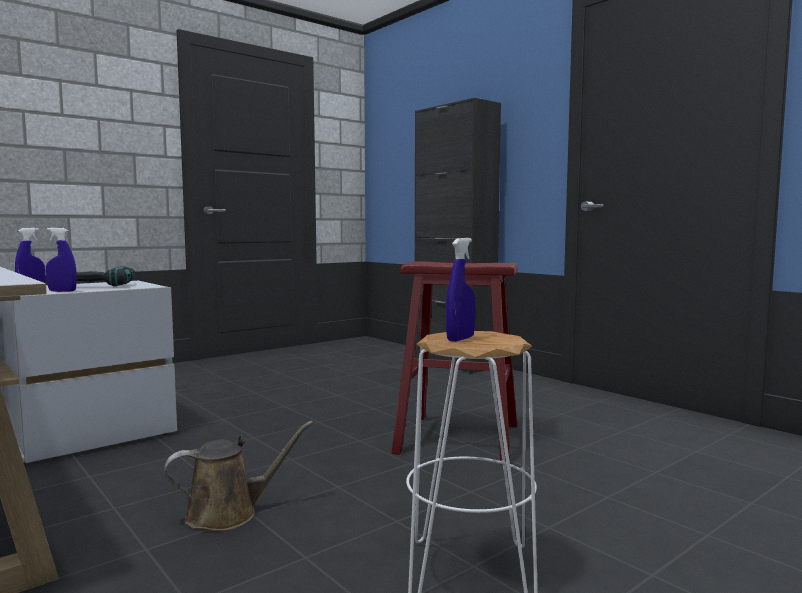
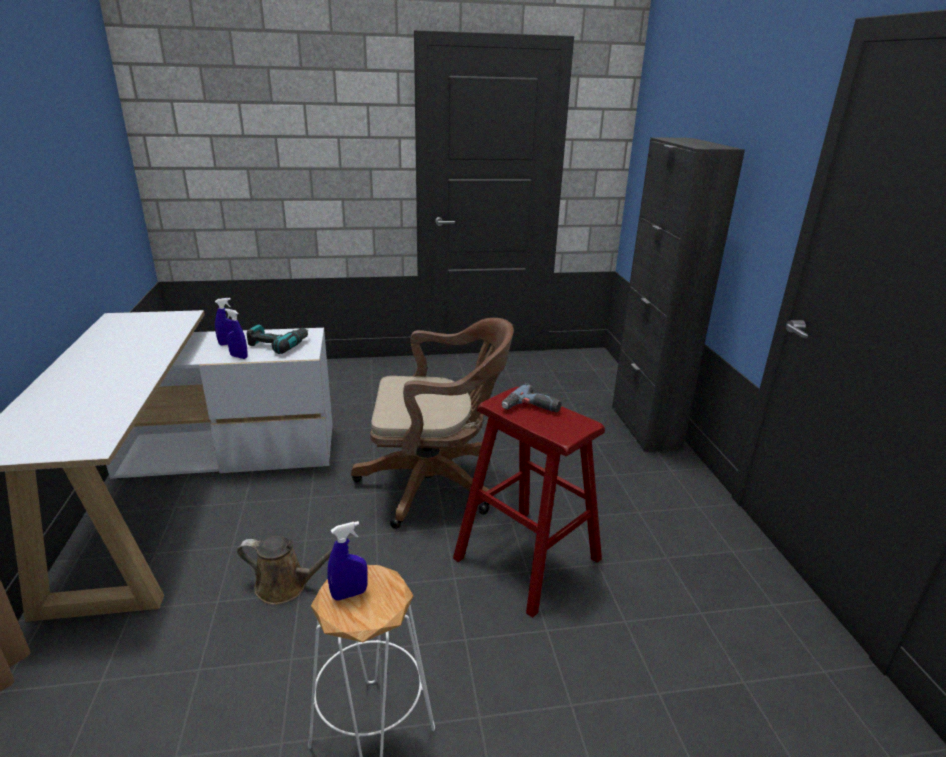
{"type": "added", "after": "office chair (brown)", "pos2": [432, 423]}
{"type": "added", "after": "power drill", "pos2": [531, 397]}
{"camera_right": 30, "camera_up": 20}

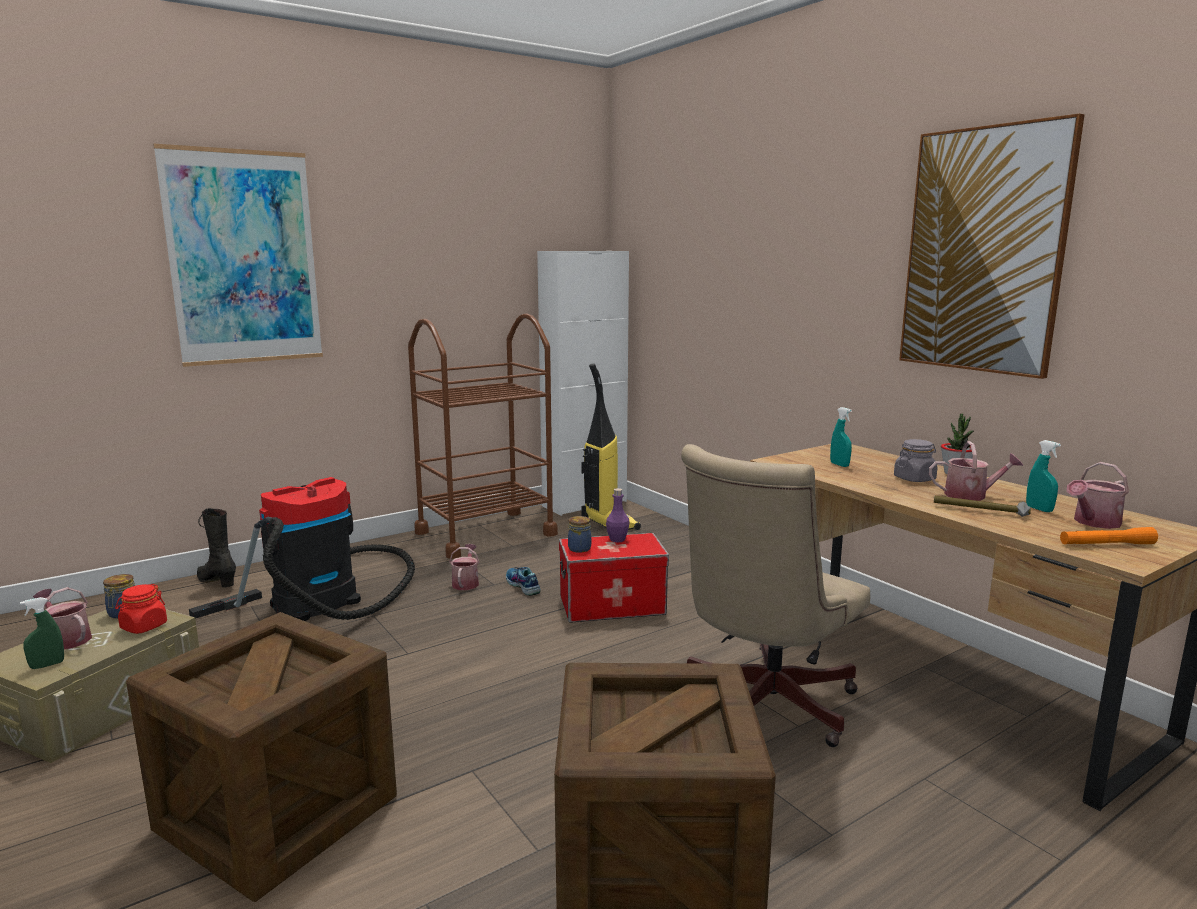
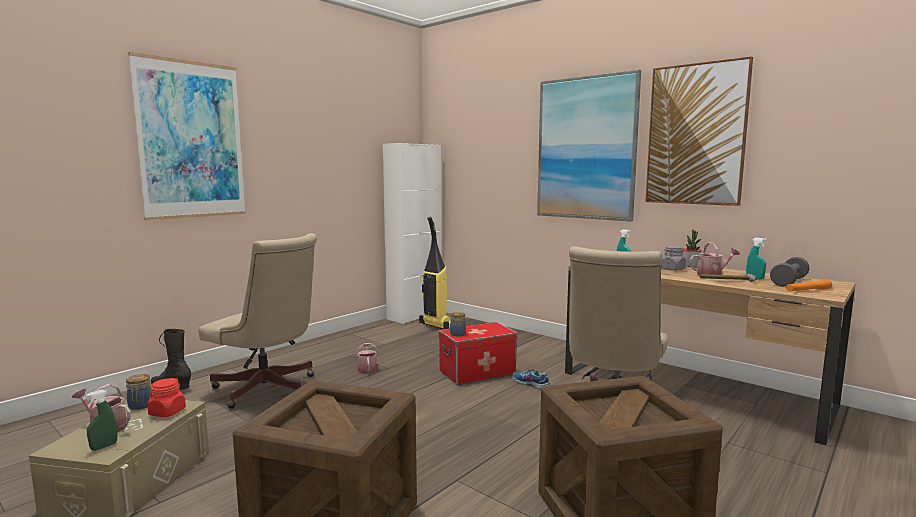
{"type": "replaced", "before": "vacuum cleaner", "after": "office chair (beige)", "pos1": [302, 549], "pos2": [257, 321]}
{"type": "removed", "before": "cart (brown)", "pos1": [483, 436]}
{"type": "moved", "before": "shoe", "pos1": [523, 581], "pos2": [531, 379]}
{"type": "removed", "before": "bottle (purple)", "pos1": [618, 515]}
{"type": "replaced", "before": "watering can", "after": "dumbbell (grey)", "pos1": [1098, 495], "pos2": [790, 272]}
{"type": "added", "after": "picture", "pos2": [589, 145]}
{"camera_right": -15, "camera_up": -5}

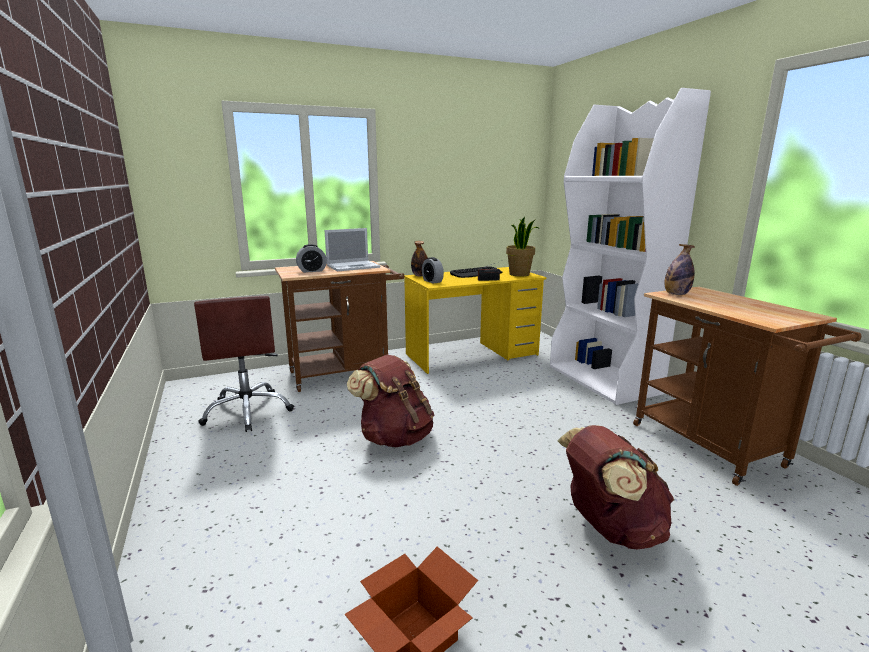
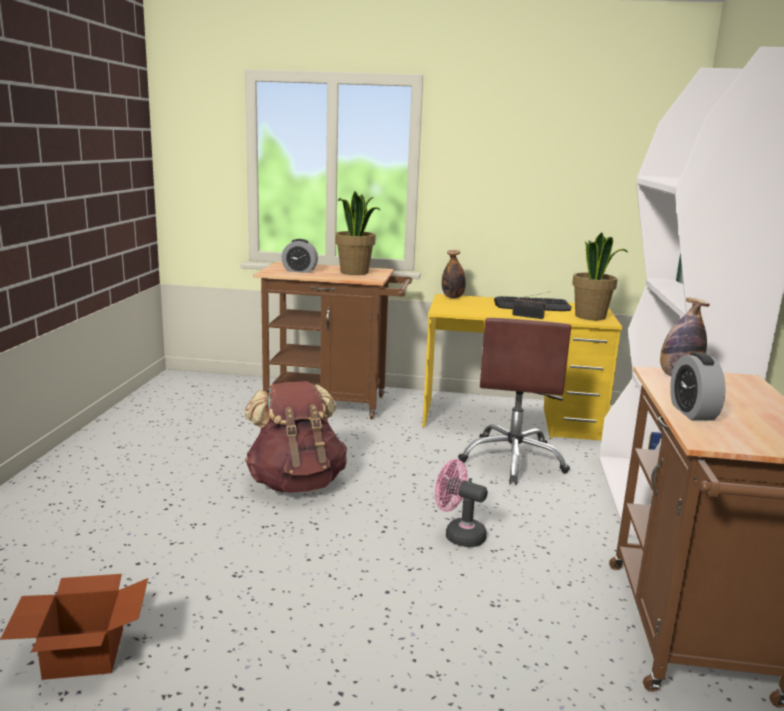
{"type": "moved", "before": "office chair (brown)", "pos1": [244, 364], "pos2": [514, 401]}
{"type": "replaced", "before": "laptop", "after": "potted plant", "pos1": [352, 249], "pos2": [358, 233]}
{"type": "moved", "before": "alarm clock", "pos1": [433, 270], "pos2": [698, 386]}
{"type": "removed", "before": "backpack (brown)", "pos1": [616, 487]}
{"type": "added", "after": "fan (pink)", "pos2": [461, 503]}
{"camera_right": 30, "camera_up": 0}

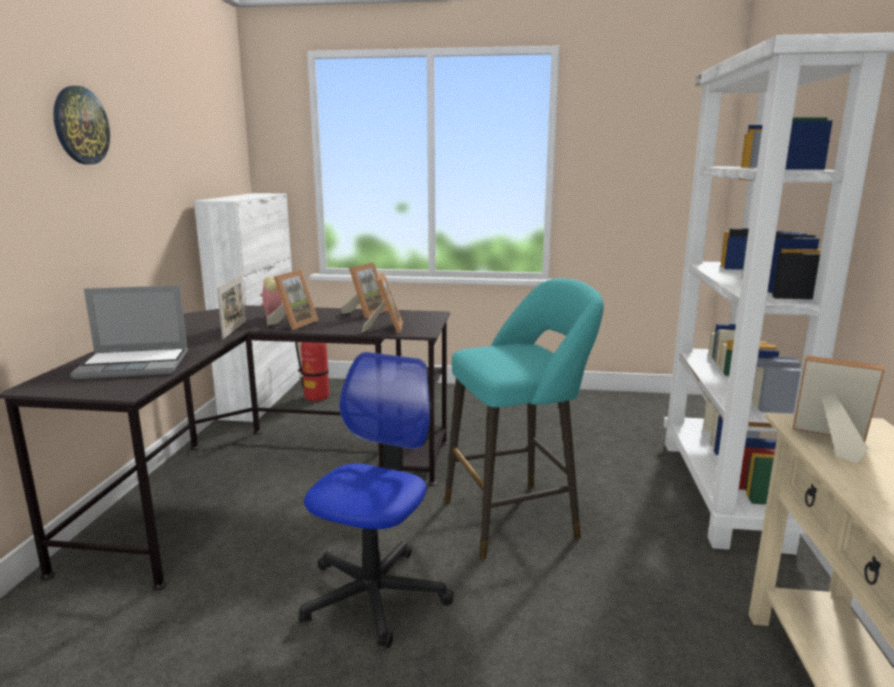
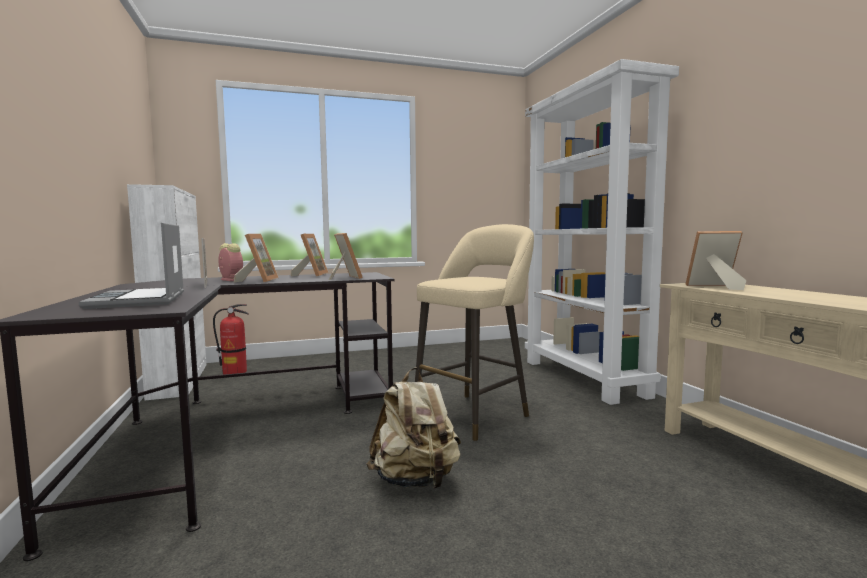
{"type": "removed", "before": "wall clock", "pos1": [81, 125]}
{"type": "turned", "before": "laptop", "pos1": [129, 332], "pos2": [131, 266], "turn": 105}
{"type": "replaced", "before": "office chair", "after": "backpack (beige)", "pos1": [376, 500], "pos2": [414, 428]}
{"type": "recoloured", "before": "stool (turquoise)", "after": "stool (beige)", "pos1": [524, 418], "pos2": [474, 332]}
{"camera_right": -25, "camera_up": -10}

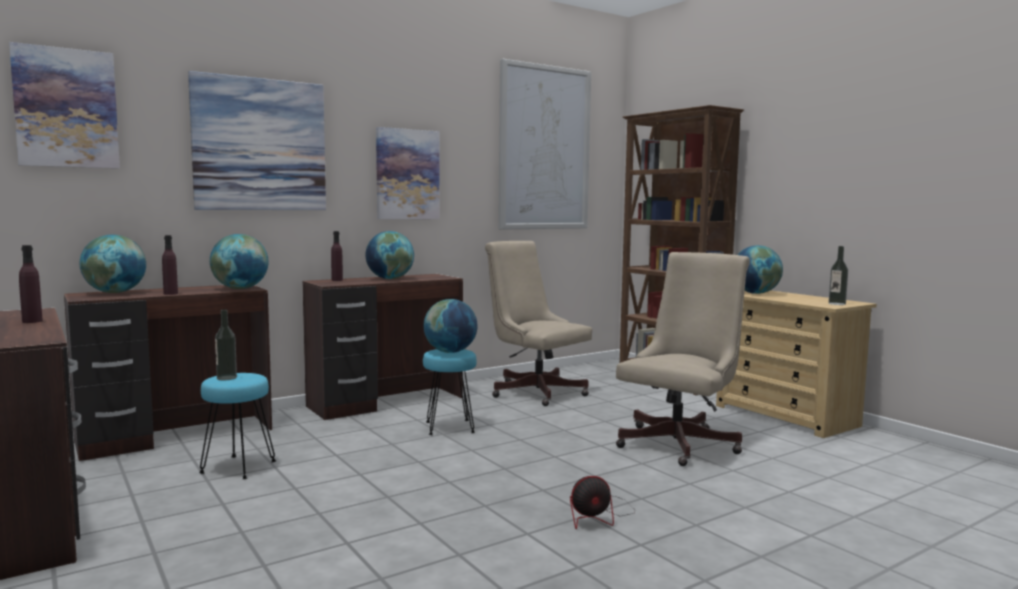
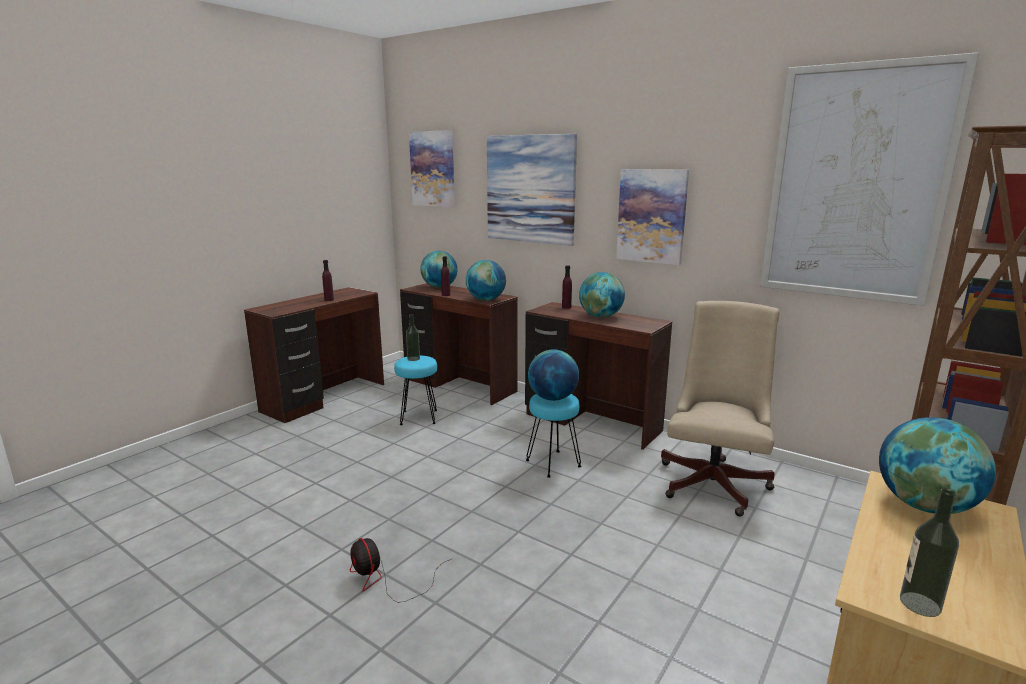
{"type": "removed", "before": "office chair (beige)", "pos1": [683, 359]}
{"camera_right": 70, "camera_up": 10}

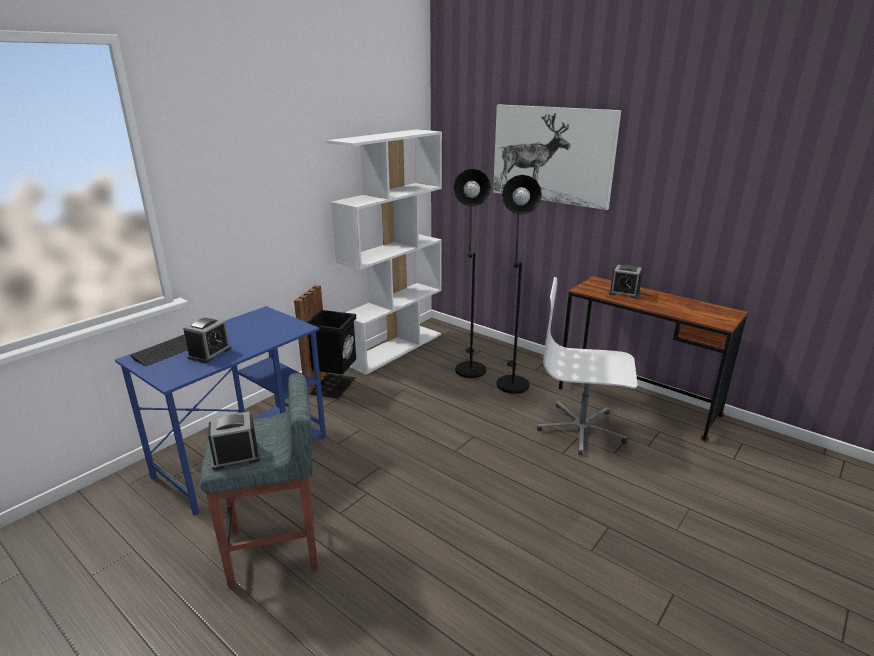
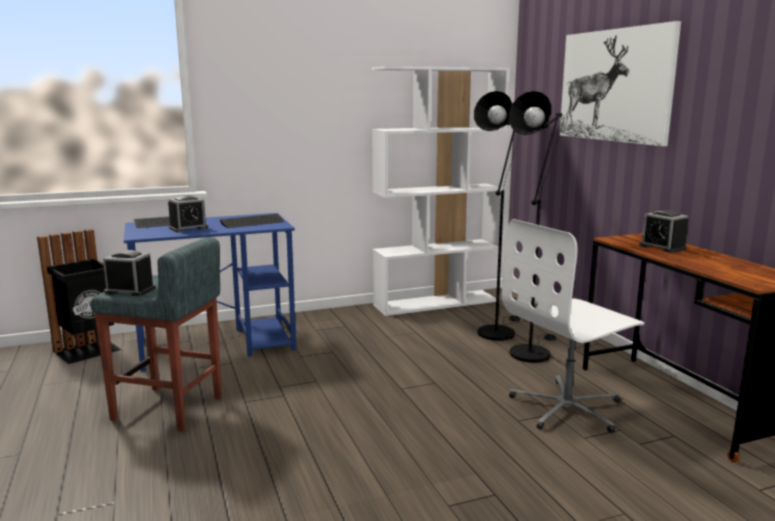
{"type": "moved", "before": "trash can (black)", "pos1": [325, 342], "pos2": [79, 296]}
{"type": "turned", "before": "office chair (white)", "pos1": [587, 366], "pos2": [573, 326], "turn": -75}
{"type": "added", "after": "keyboard", "pos2": [252, 221]}
{"camera_right": 30, "camera_up": -10}

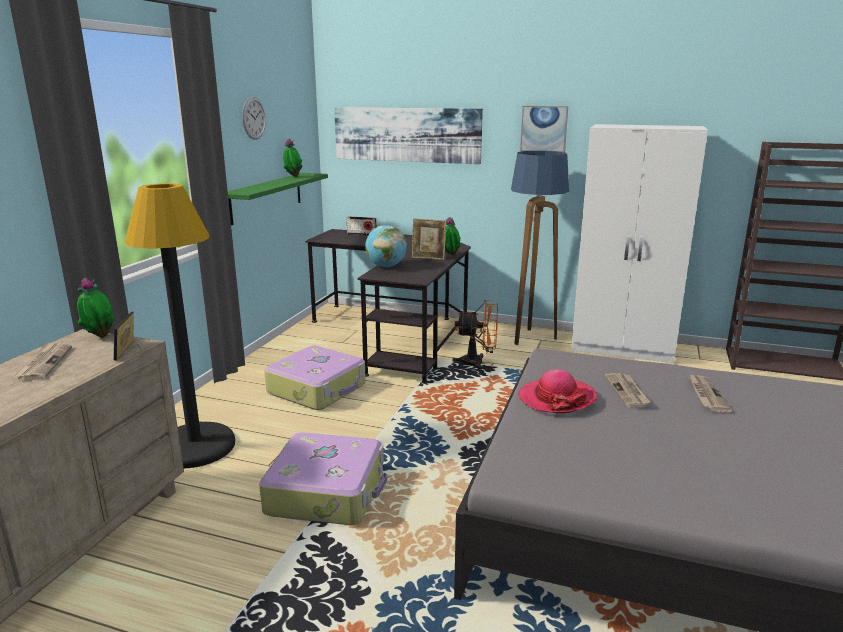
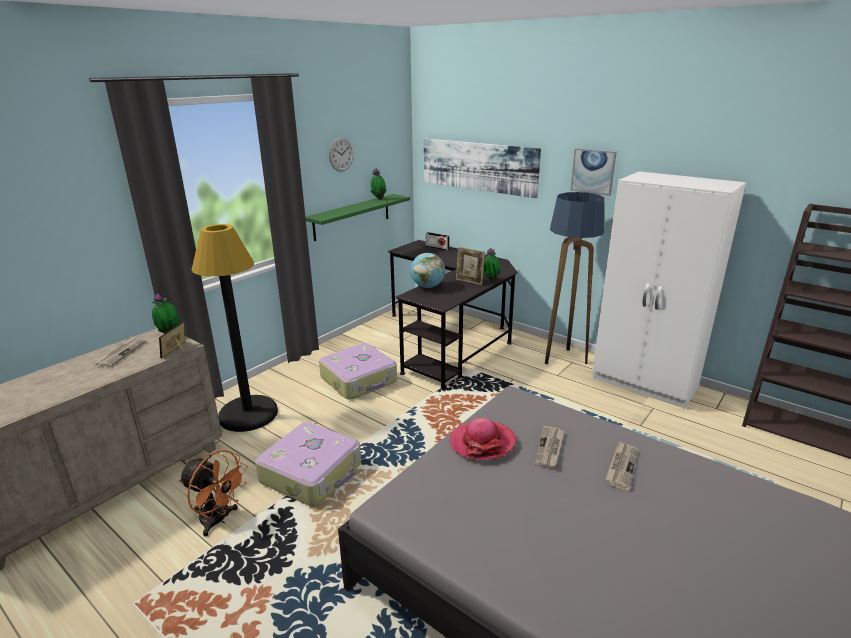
{"type": "moved", "before": "fan (orange)", "pos1": [475, 335], "pos2": [213, 493]}
{"camera_right": 20, "camera_up": 5}

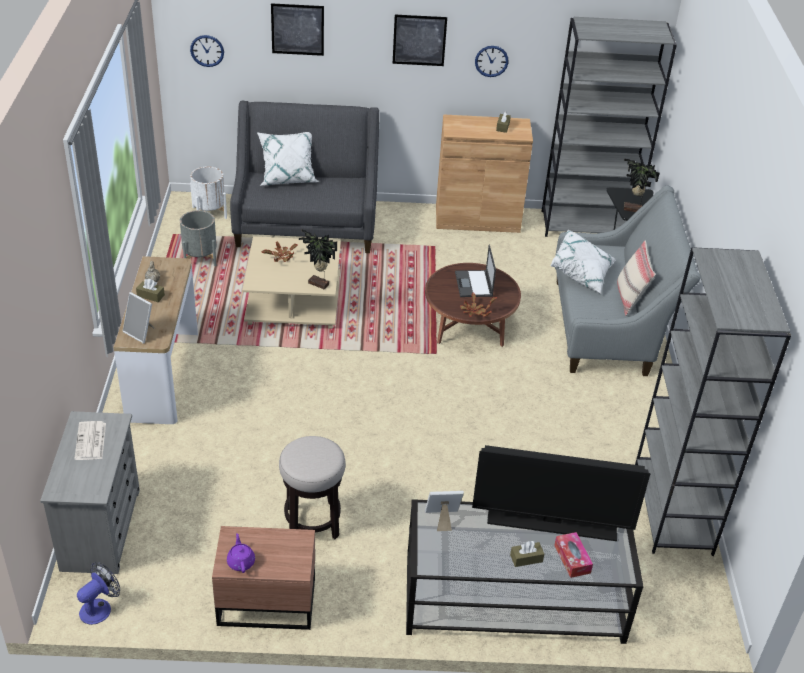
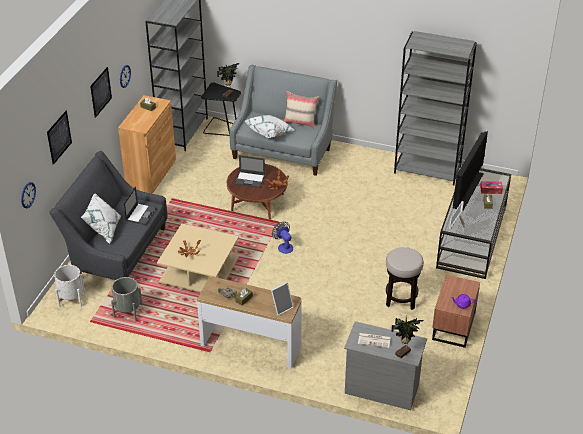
{"type": "moved", "before": "fan", "pos1": [98, 593], "pos2": [282, 238]}
{"type": "moved", "before": "potted plant", "pos1": [318, 259], "pos2": [407, 337]}
{"type": "added", "after": "laptop", "pos2": [140, 205]}
{"camera_right": -70, "camera_up": 0}

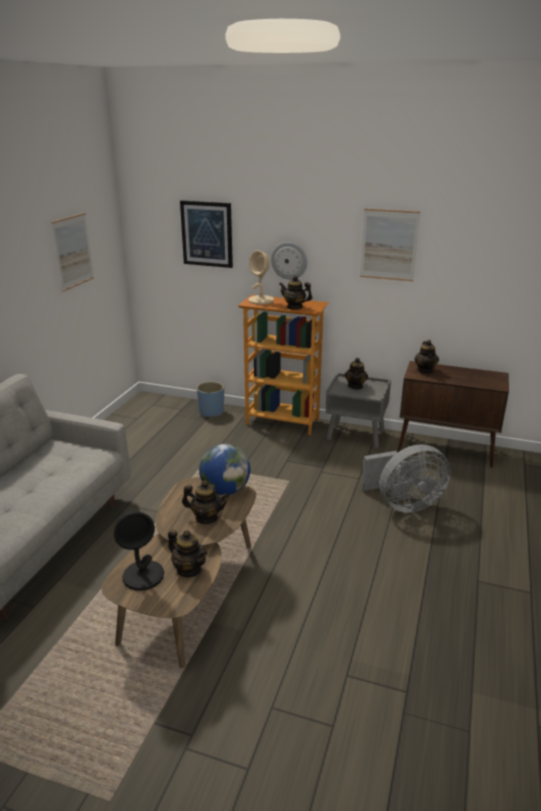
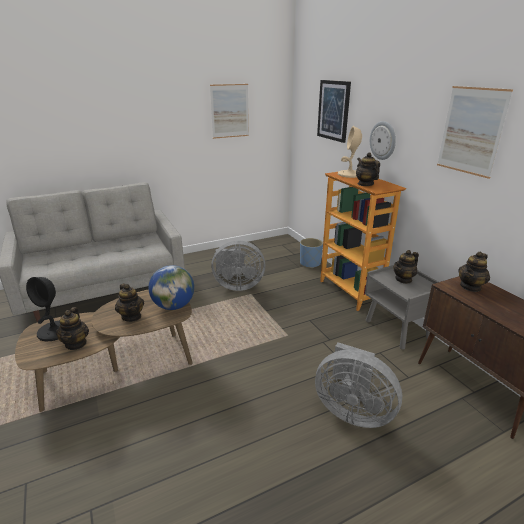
{"type": "added", "after": "fan (grey)", "pos2": [238, 265]}
{"camera_right": 45, "camera_up": 0}

